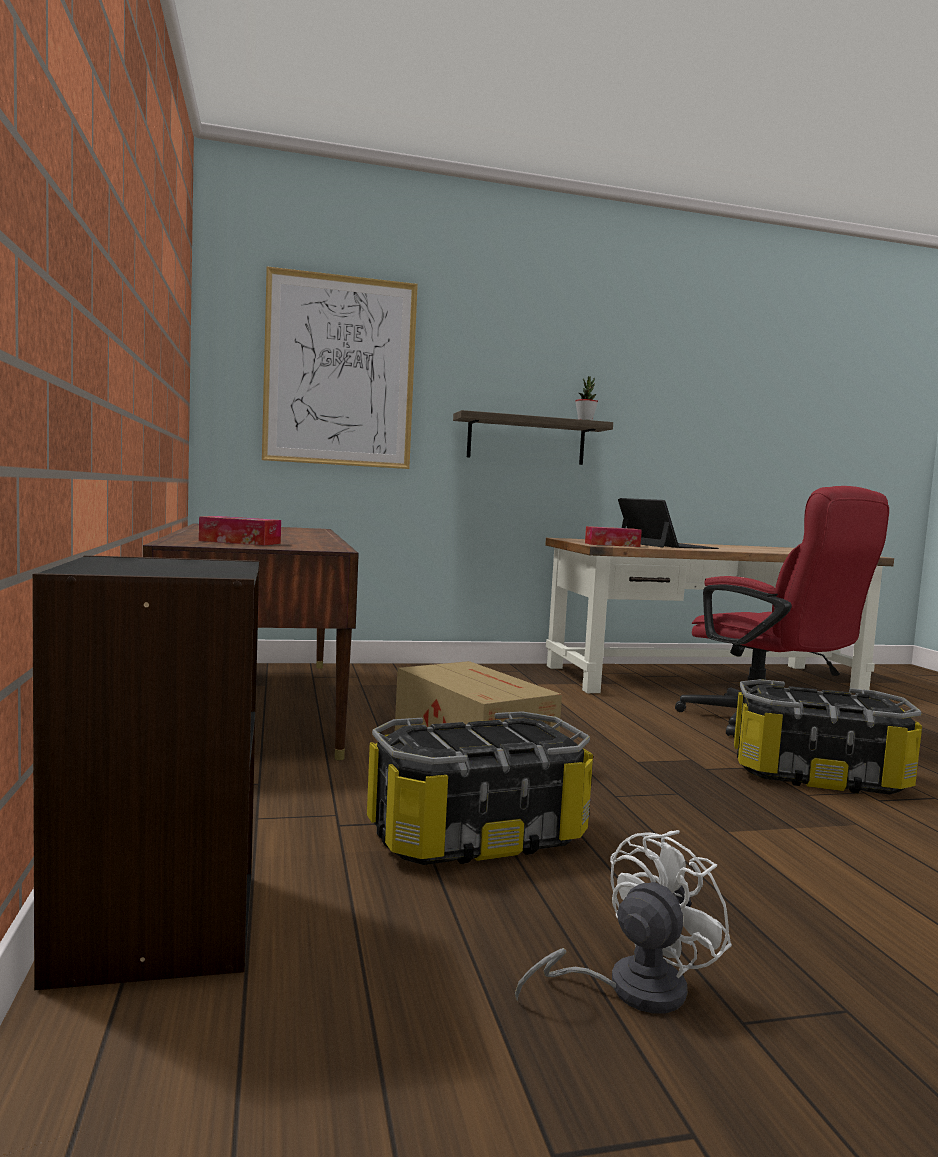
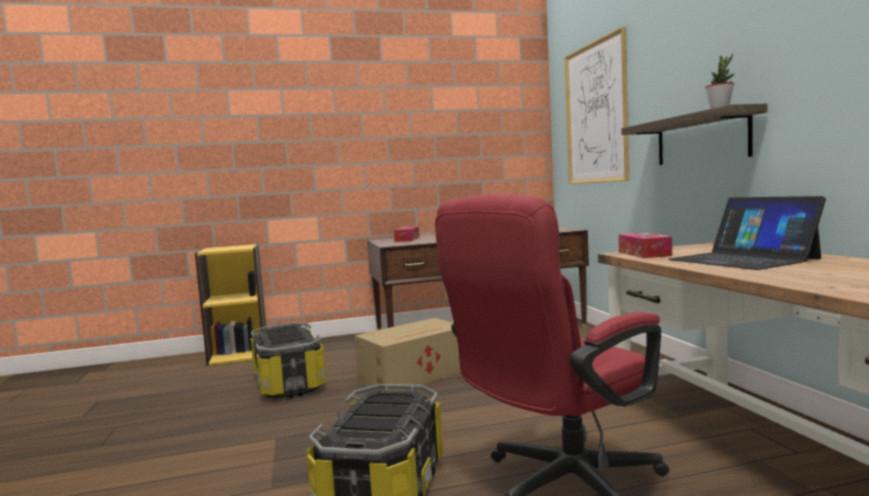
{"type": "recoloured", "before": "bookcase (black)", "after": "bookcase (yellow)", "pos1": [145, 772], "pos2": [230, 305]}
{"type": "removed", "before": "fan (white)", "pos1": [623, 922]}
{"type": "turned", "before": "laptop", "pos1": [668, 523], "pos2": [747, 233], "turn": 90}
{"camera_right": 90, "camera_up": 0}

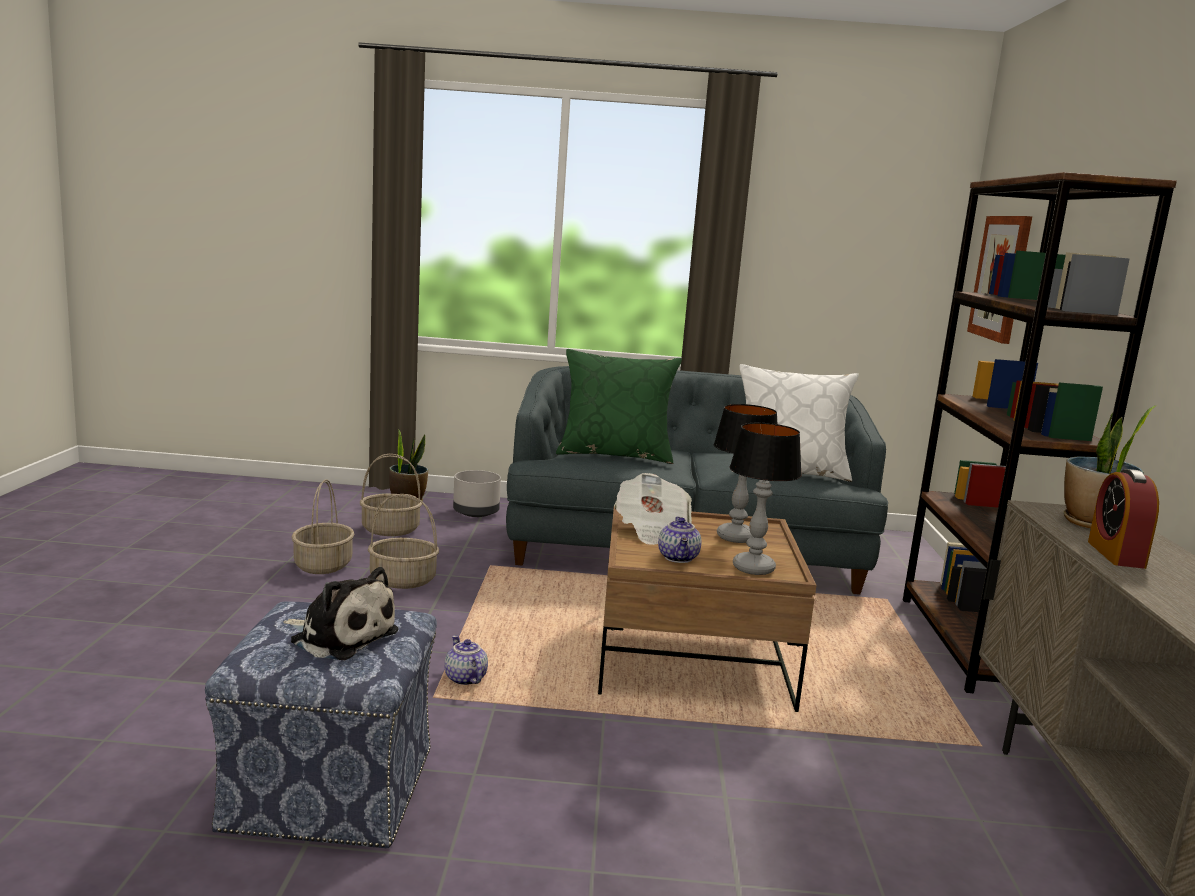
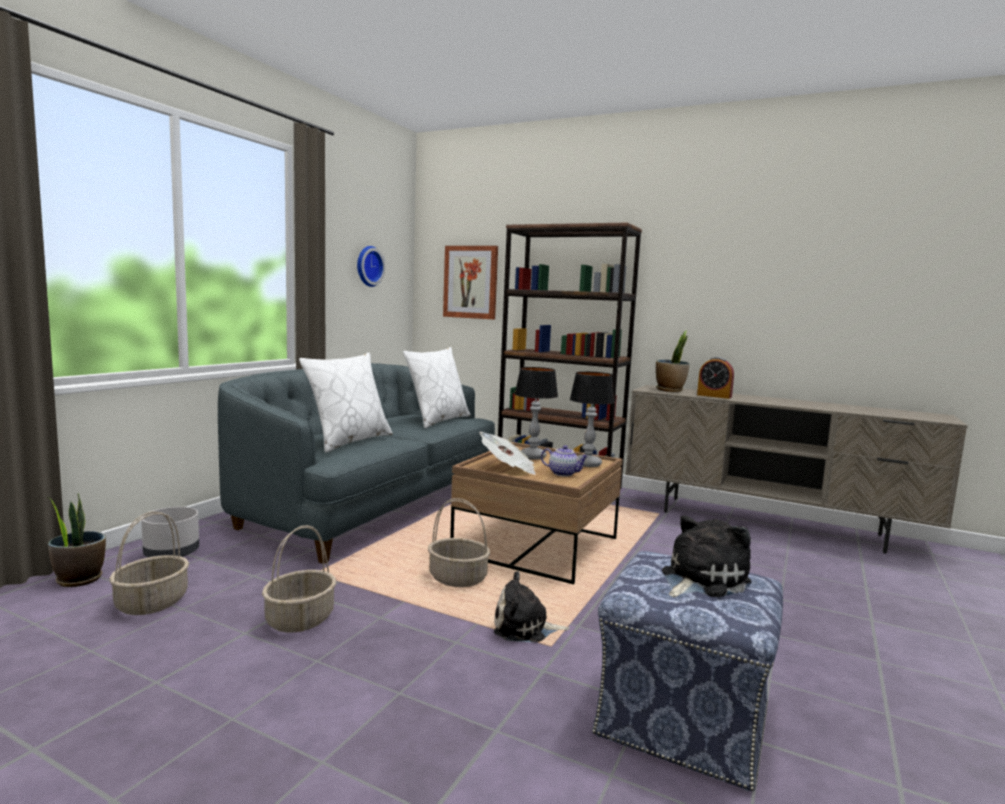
{"type": "moved", "before": "basket", "pos1": [322, 526], "pos2": [459, 542]}
{"type": "replaced", "before": "teapot", "after": "plush toy", "pos1": [466, 660], "pos2": [532, 606]}
{"type": "recoloured", "before": "pillow (green)", "after": "pillow (white)", "pos1": [619, 406], "pos2": [346, 402]}
{"type": "added", "after": "wall clock", "pos2": [371, 266]}
{"camera_right": -65, "camera_up": -5}

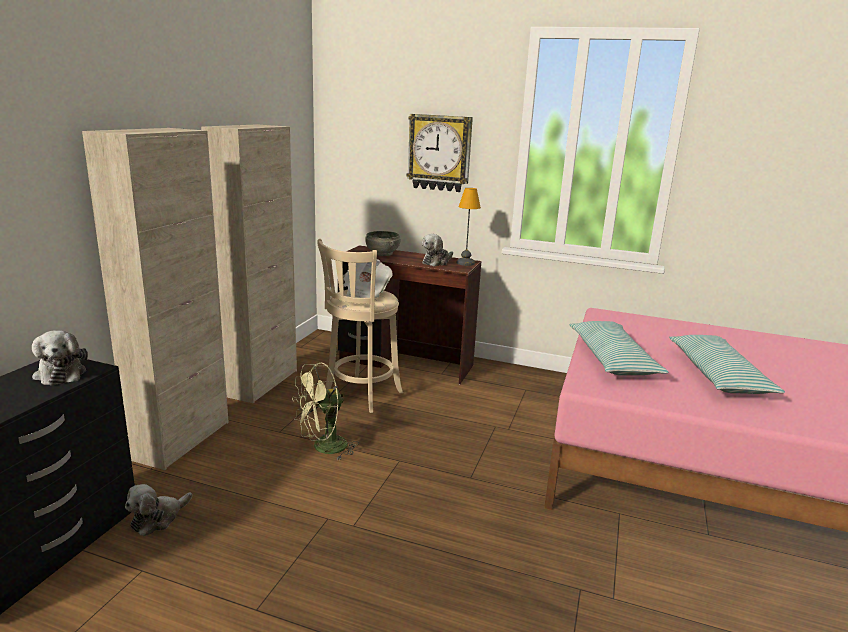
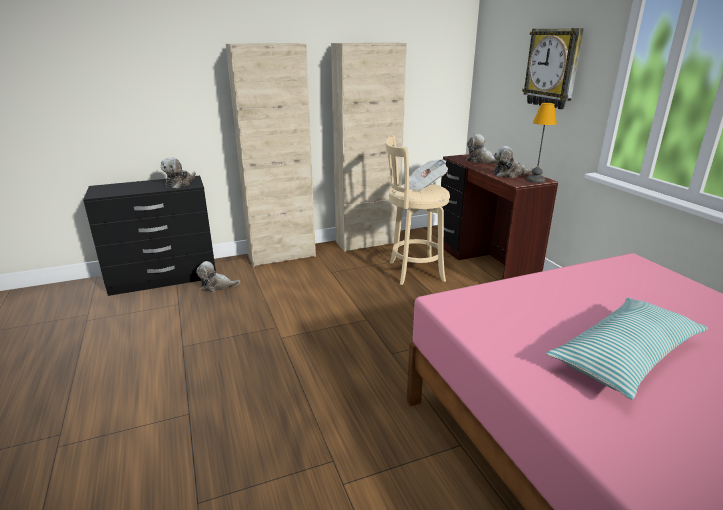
{"type": "removed", "before": "fan (green)", "pos1": [325, 412]}
{"type": "replaced", "before": "bowl (grey)", "after": "plush toy", "pos1": [382, 243], "pos2": [482, 149]}
{"type": "removed", "before": "pillow", "pos1": [619, 348]}
{"camera_right": 50, "camera_up": 5}

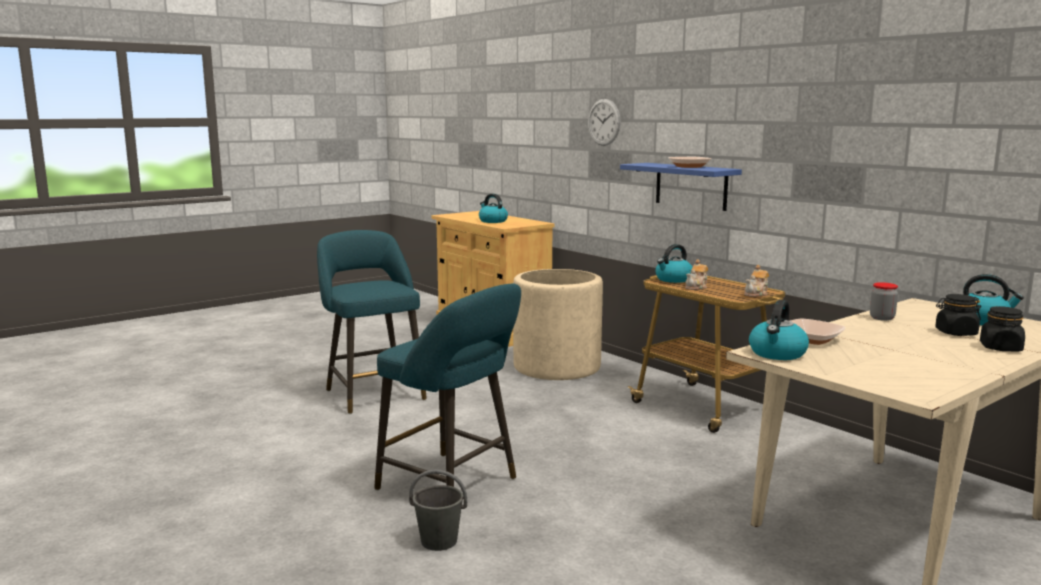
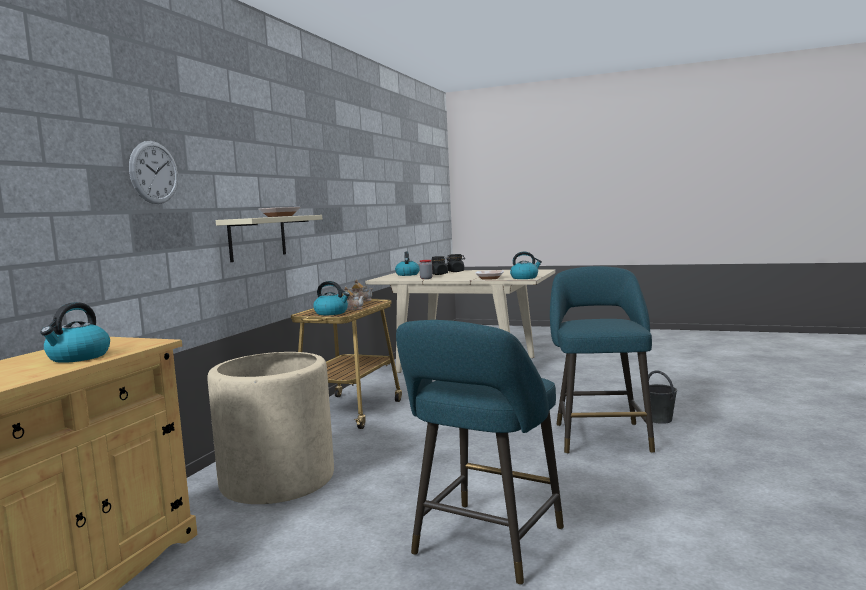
{"type": "recoloured", "before": "shelf (blue)", "after": "shelf (beige)", "pos1": [681, 187], "pos2": [269, 238]}
{"camera_right": -120, "camera_up": -5}

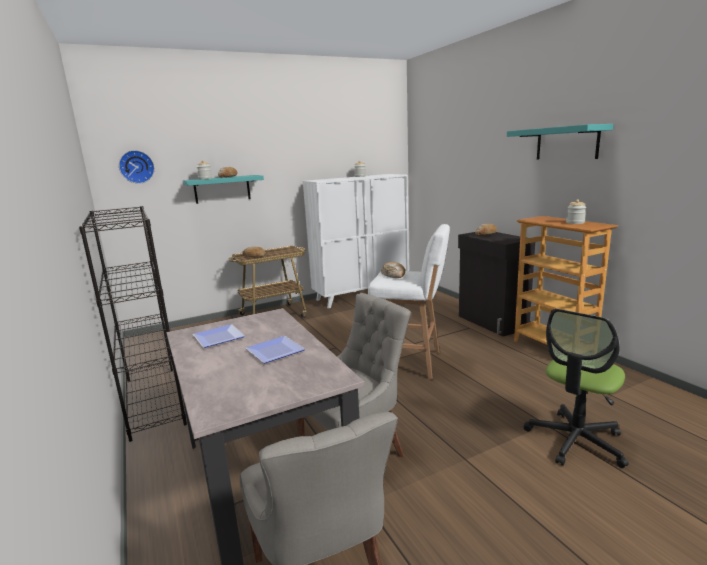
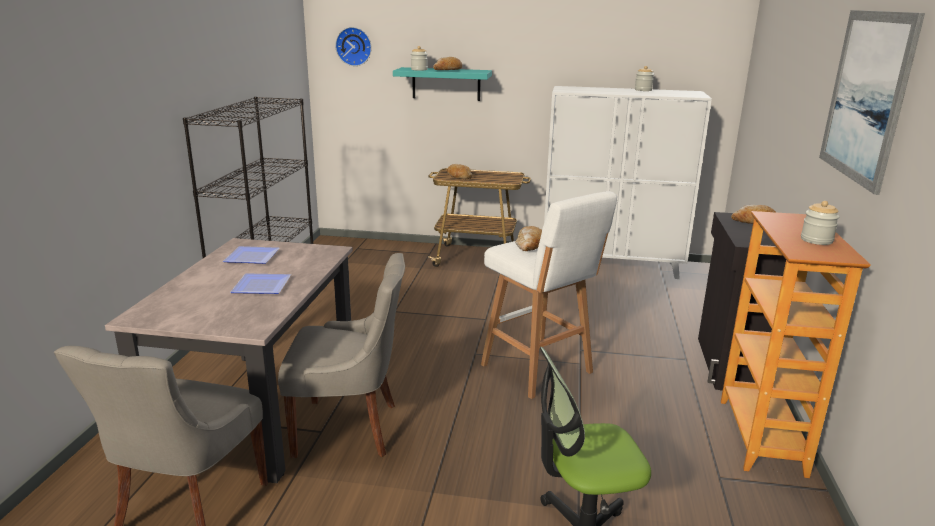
{"type": "replaced", "before": "shelf (turquoise)", "after": "picture", "pos1": [560, 142], "pos2": [872, 102]}
{"camera_right": 35, "camera_up": 5}

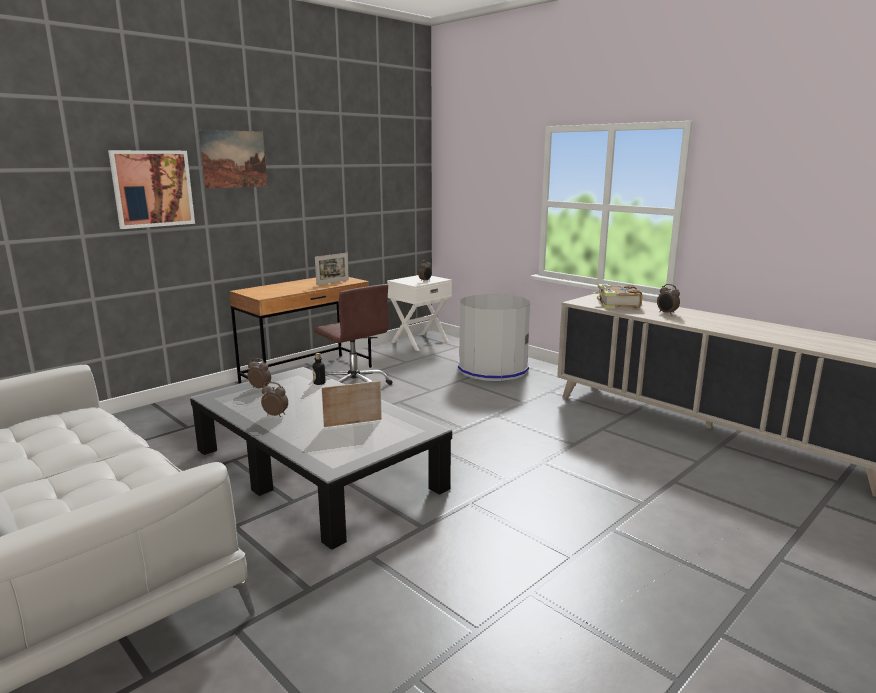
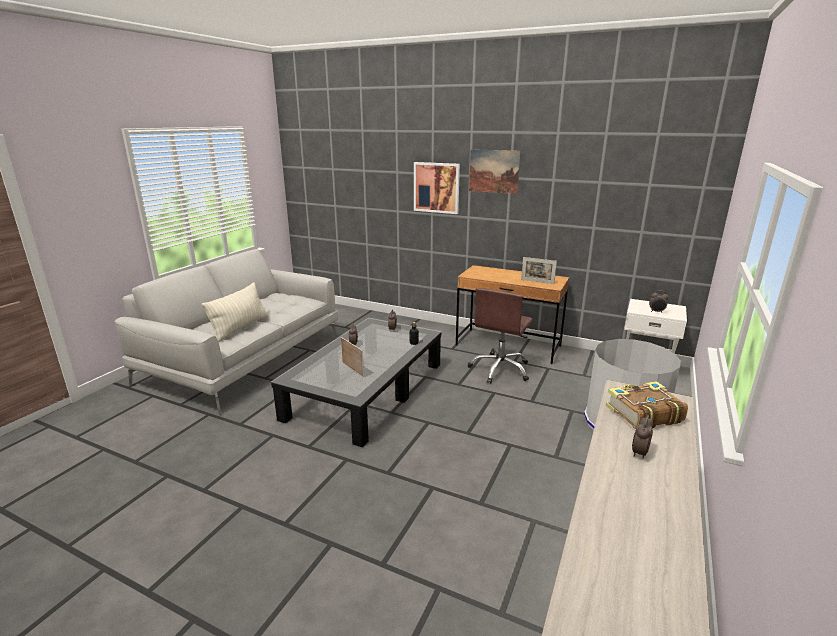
{"type": "added", "after": "pillow (beige)", "pos2": [235, 312]}
{"camera_right": 70, "camera_up": 5}

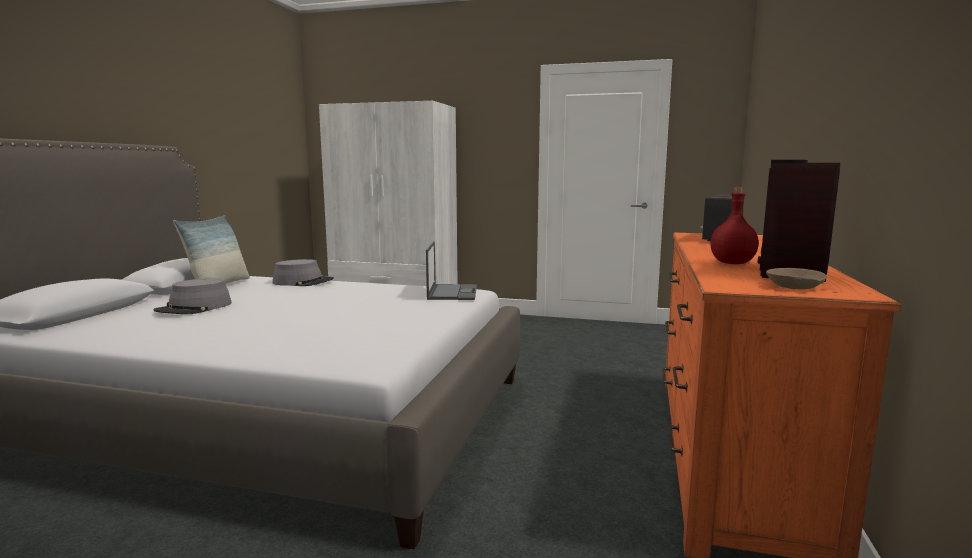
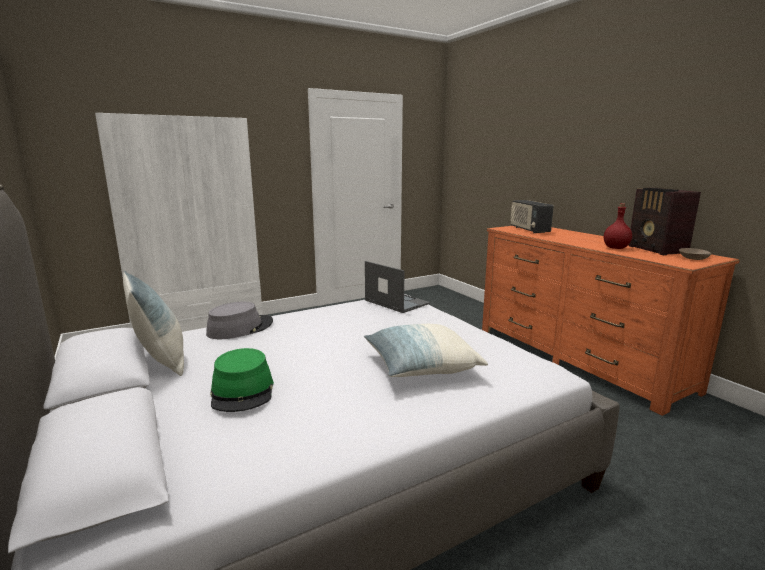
{"type": "recoloured", "before": "hat (grey)", "after": "hat (green)", "pos1": [192, 296], "pos2": [242, 380]}
{"type": "added", "after": "pillow", "pos2": [426, 350]}
{"camera_right": -45, "camera_up": 5}

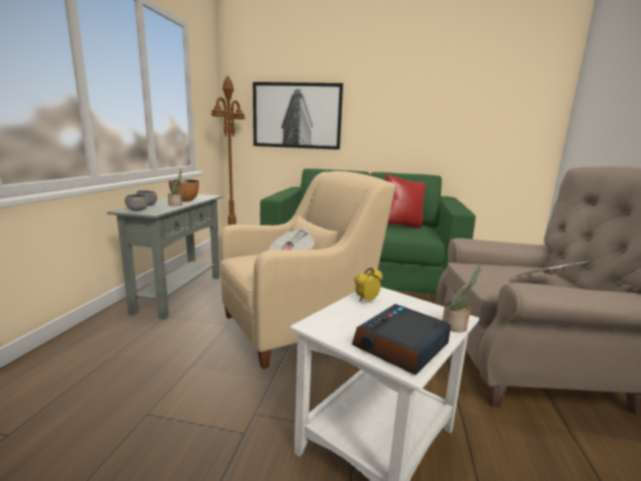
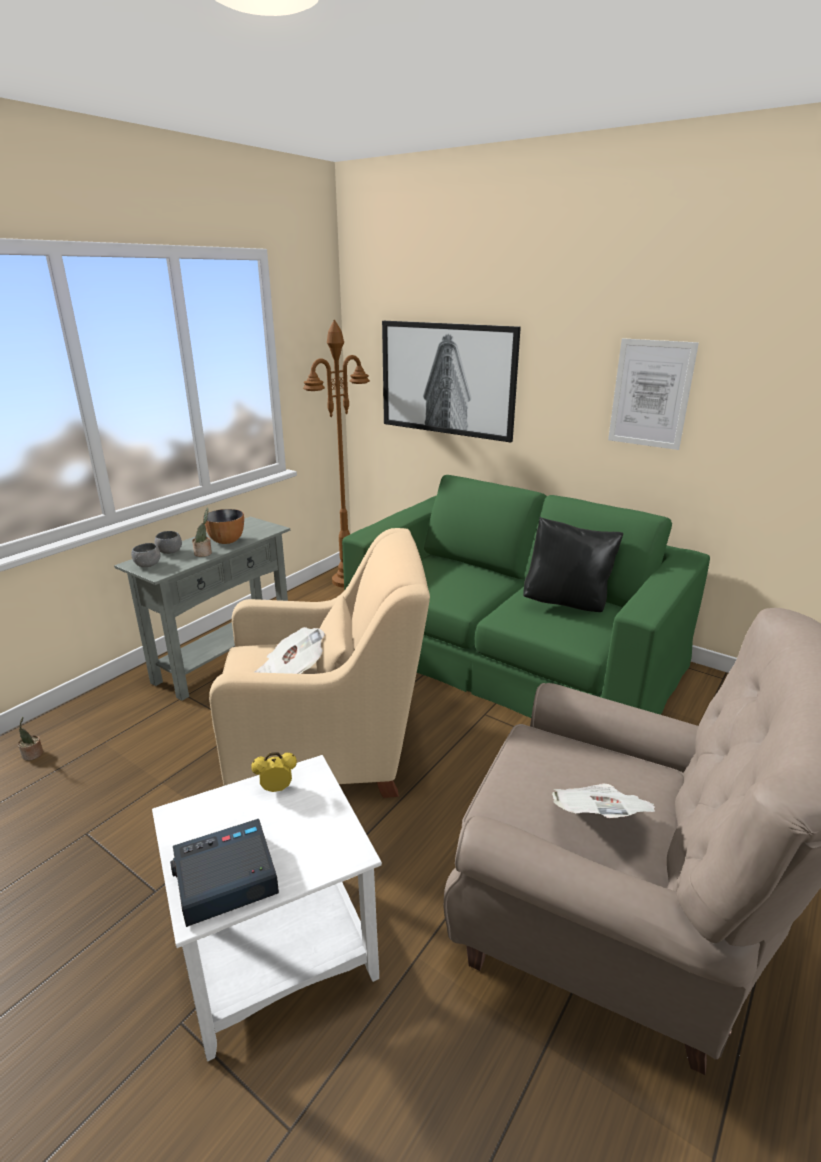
{"type": "recoloured", "before": "pillow (red)", "after": "pillow (black)", "pos1": [405, 200], "pos2": [573, 564]}
{"type": "moved", "before": "potted plant", "pos1": [462, 298], "pos2": [30, 739]}
{"type": "added", "after": "picture", "pos2": [653, 394]}
{"camera_right": 25, "camera_up": 10}

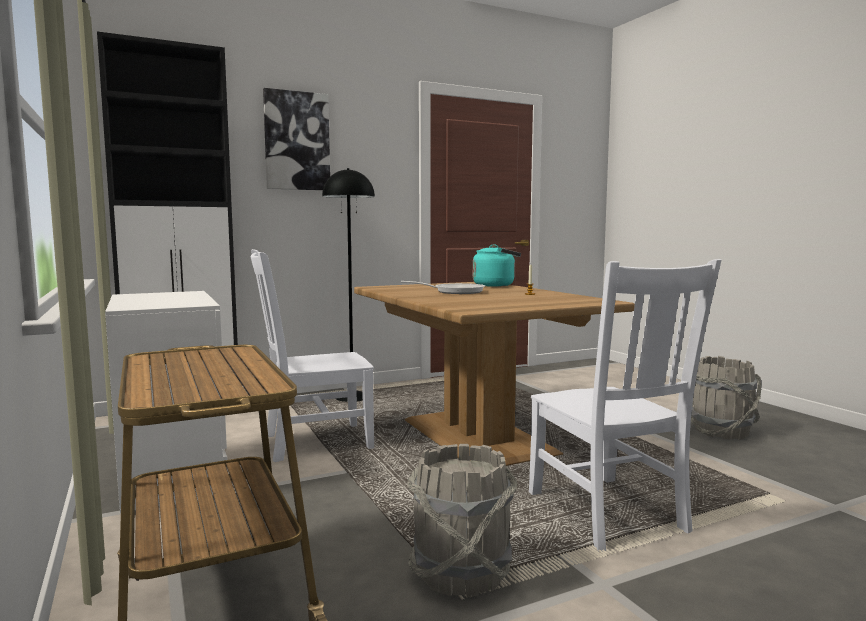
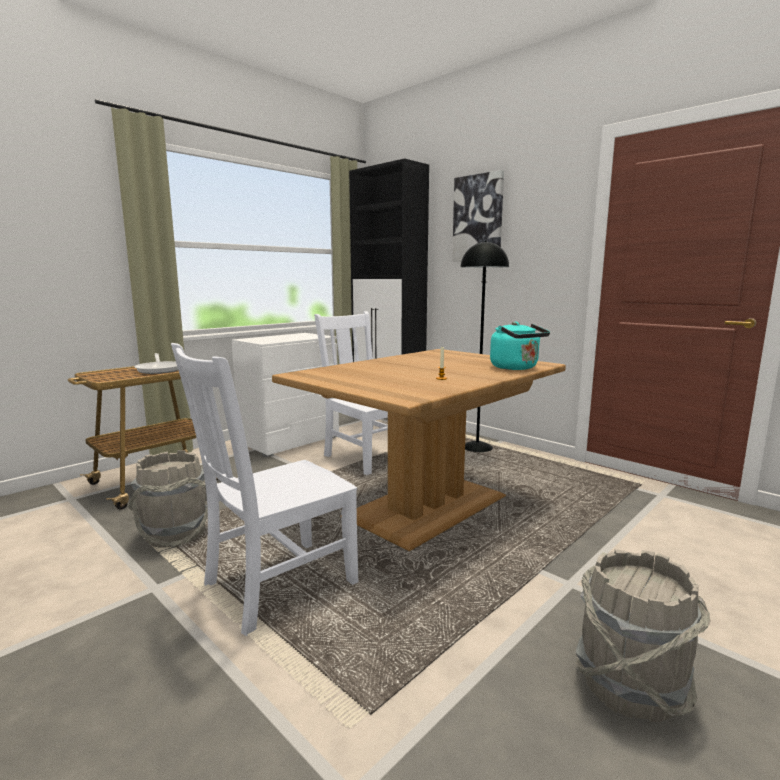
{"type": "moved", "before": "frying pan", "pos1": [443, 287], "pos2": [156, 363]}
{"camera_right": 70, "camera_up": 5}

